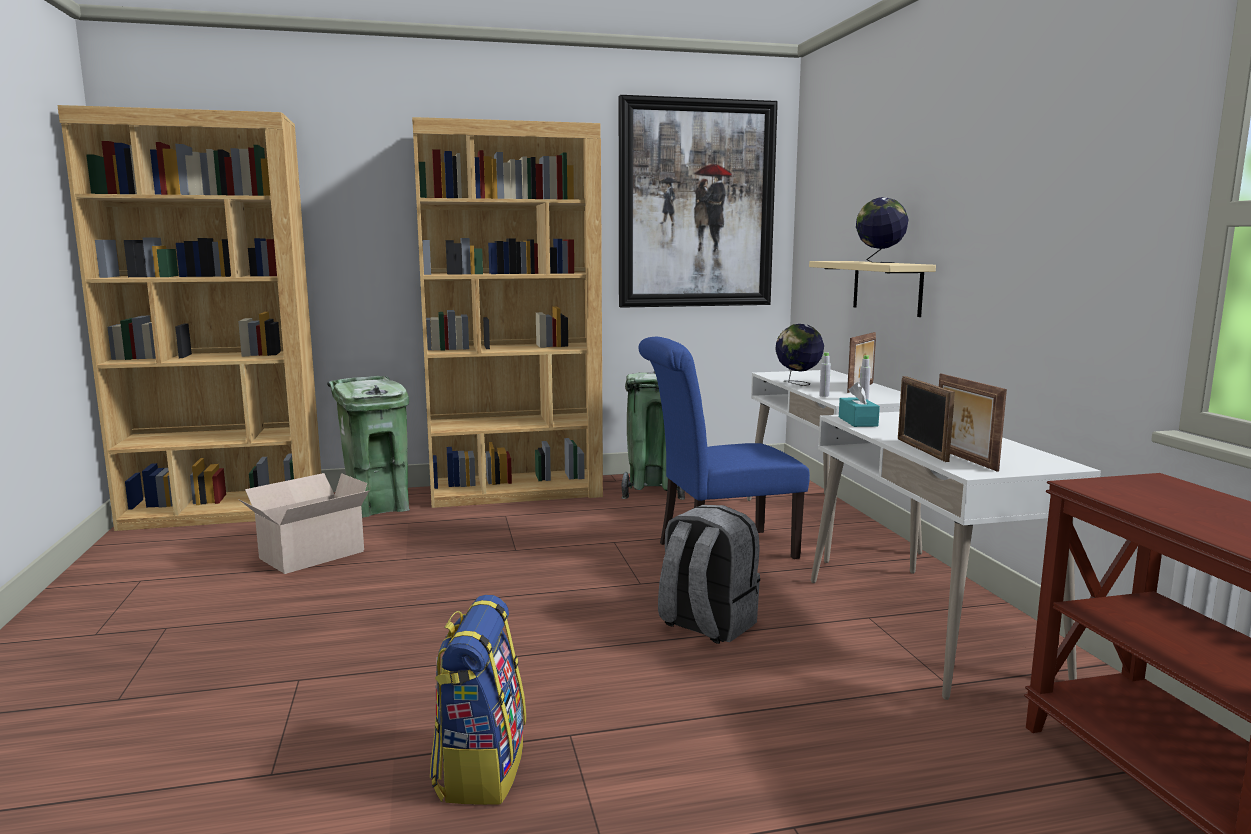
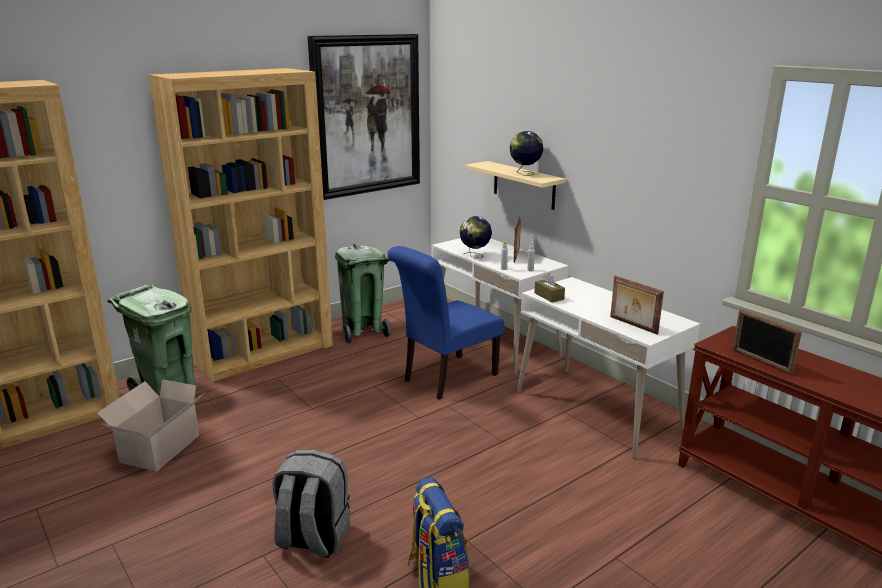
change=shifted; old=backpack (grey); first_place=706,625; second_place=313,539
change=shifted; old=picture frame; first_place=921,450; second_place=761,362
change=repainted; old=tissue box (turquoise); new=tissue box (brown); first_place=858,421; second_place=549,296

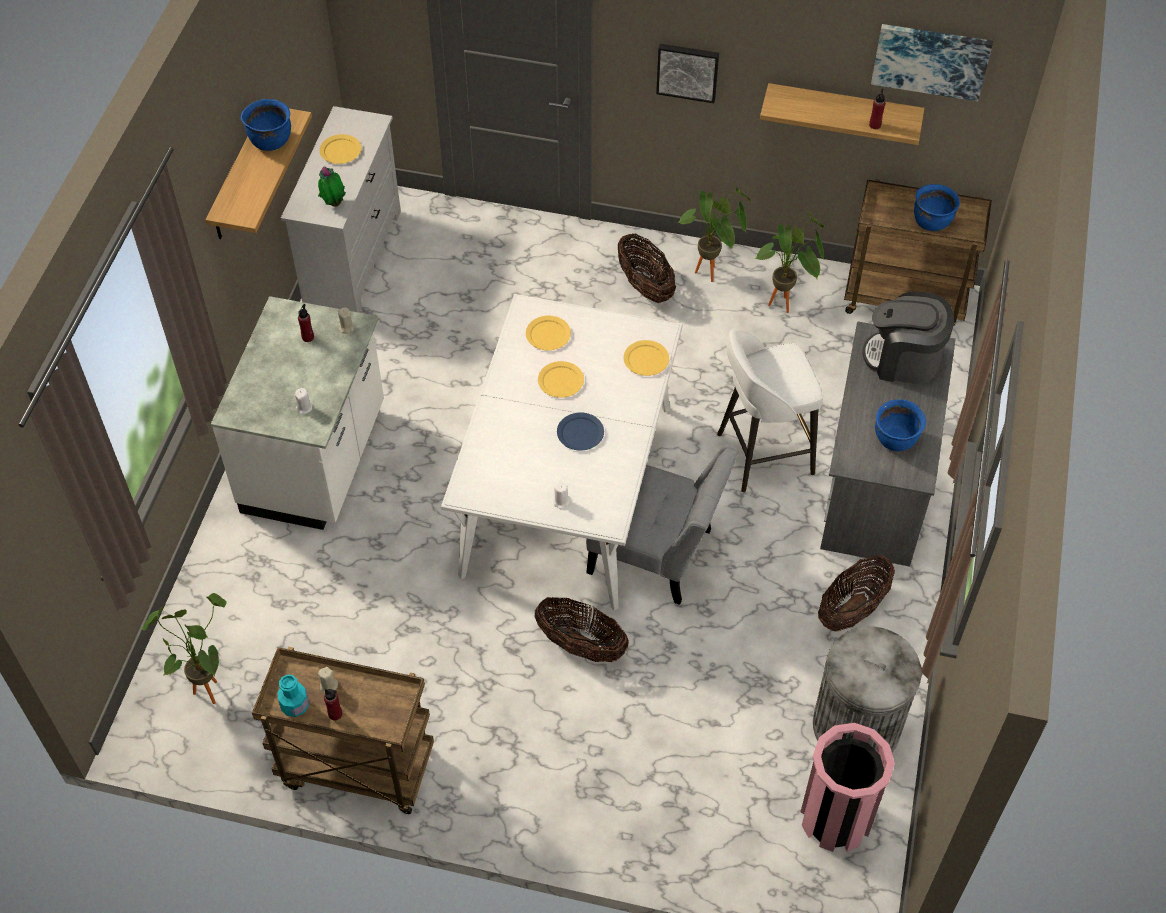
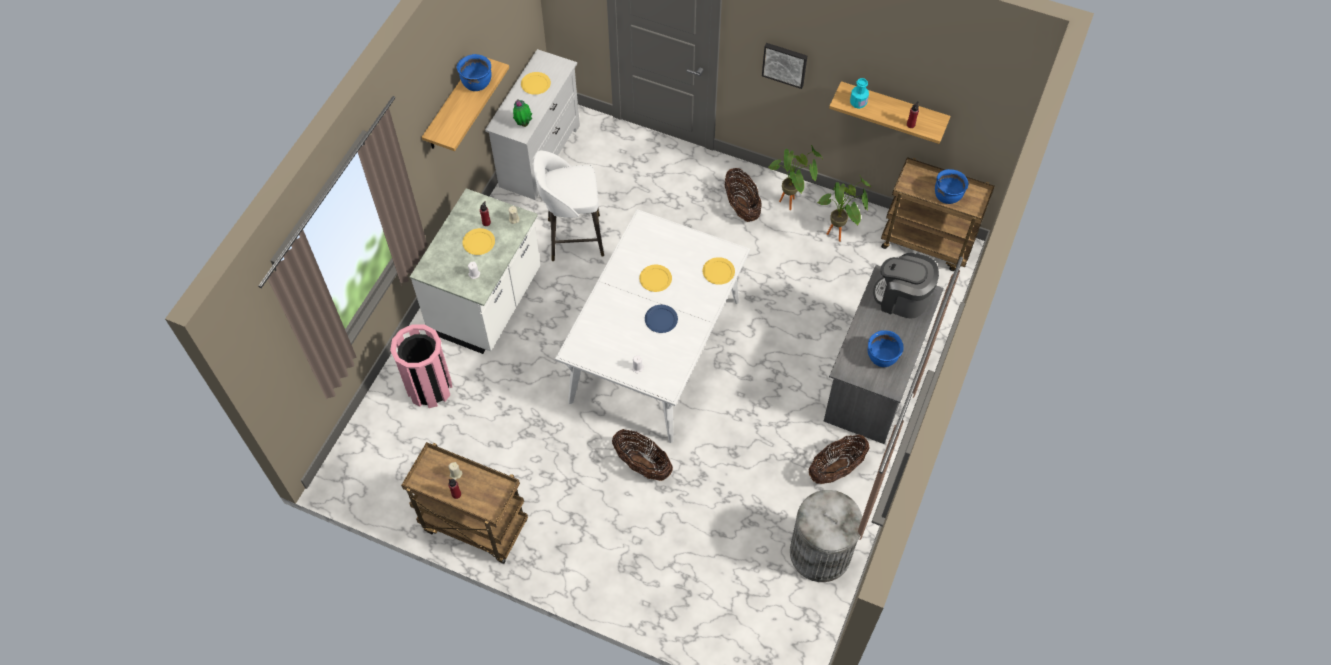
change=gone; old=potted plant; first_place=206,686
change=gone; old=chair (grey); first_place=657,554
change=gone; old=picture; first_place=931,60
change=shifted; old=bottle (turquoise); first_place=295,706; second_place=858,102
change=shifted; old=plate (yellow); first_place=548,335; second_place=479,243
change=shifted; old=stool (white); first_place=762,454; second_place=573,237
change=shifted; old=trash can (pink); first_place=836,818; second_place=430,388

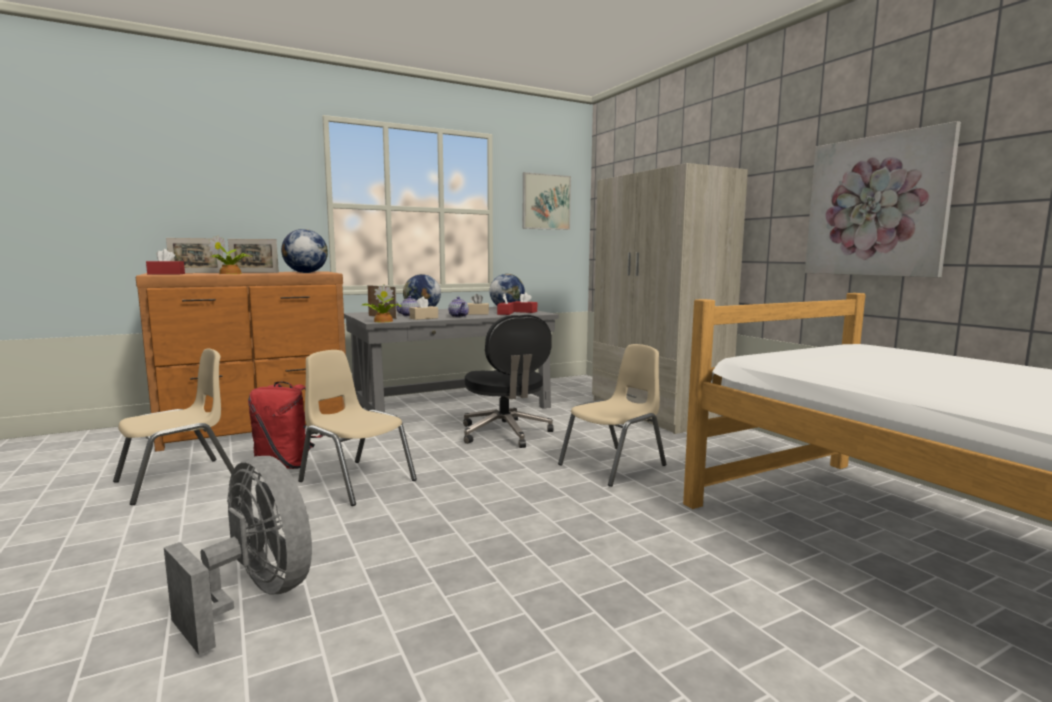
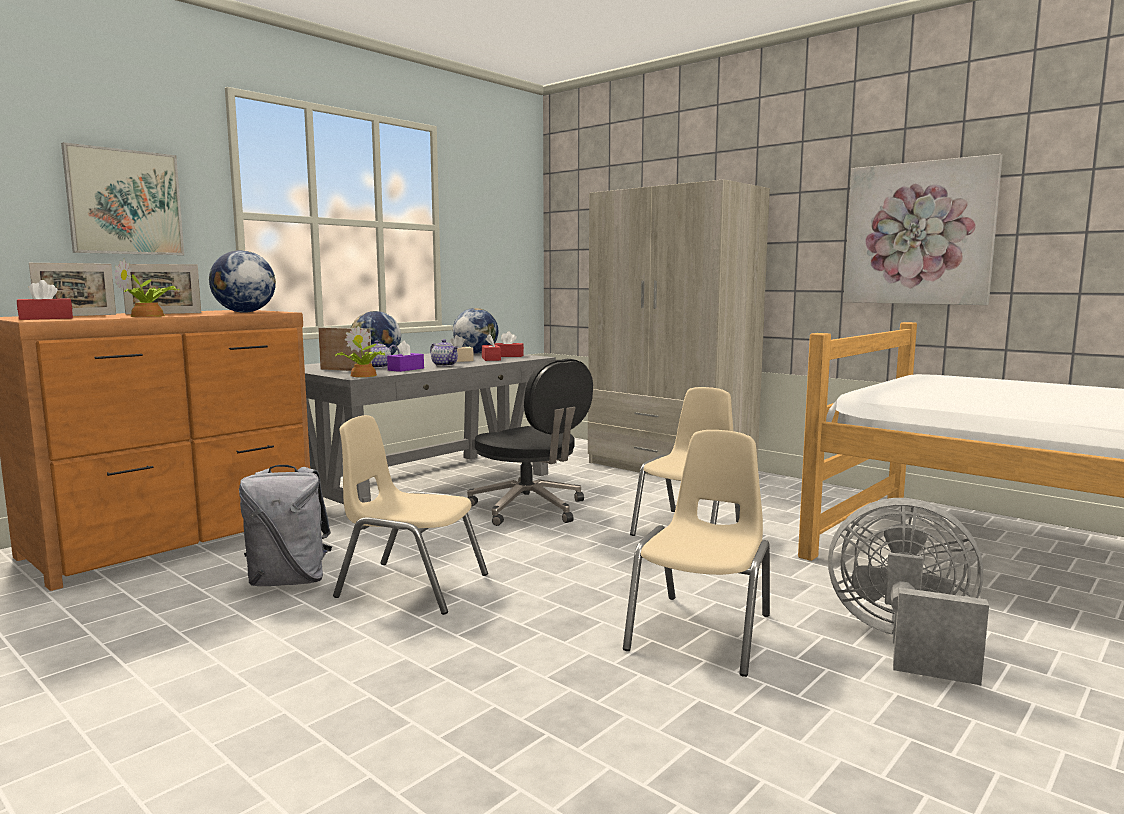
change=shifted; old=chair (beige); first_place=178,480; second_place=702,632
change=shifted; old=fan (grey); first_place=256,596; second_place=904,642
change=shifted; old=picture; first_place=546,202; second_place=125,202
change=repainted; old=backpack (red); new=backpack (grey); first_place=287,465; second_place=289,581
change=repainted; old=tissue box (beige); new=tissue box (purple); first_place=424,318; second_place=406,369

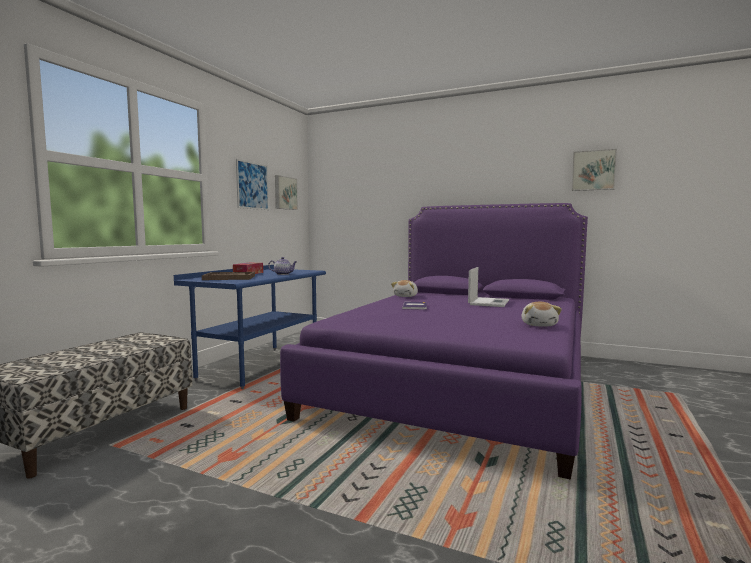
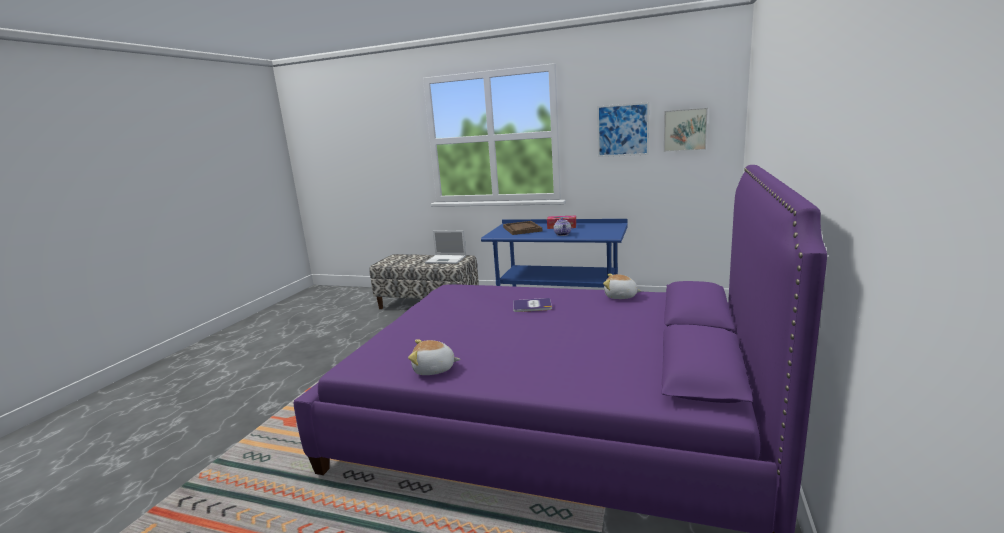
change=gone; old=picture; first_place=593,170
change=shifted; old=laptop; first_place=488,302; second_place=446,259

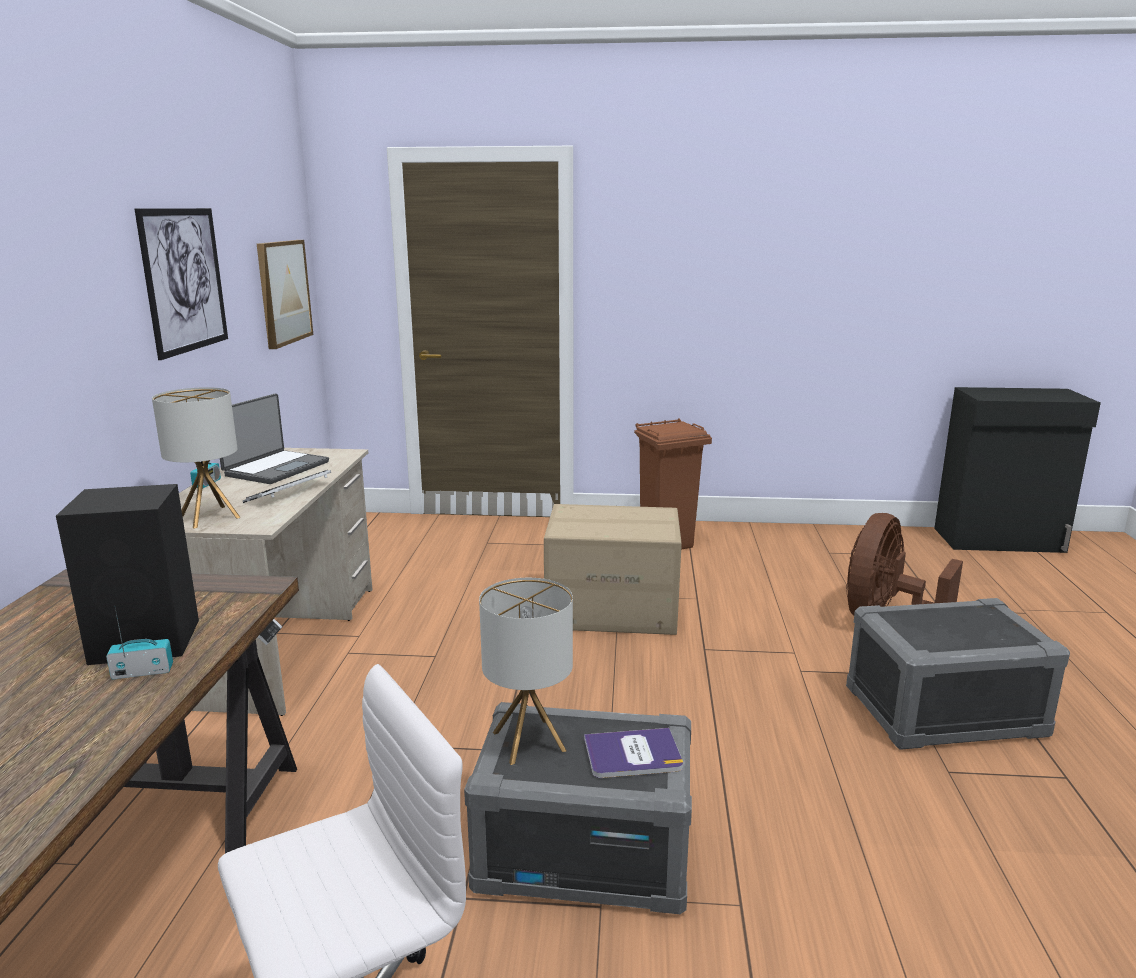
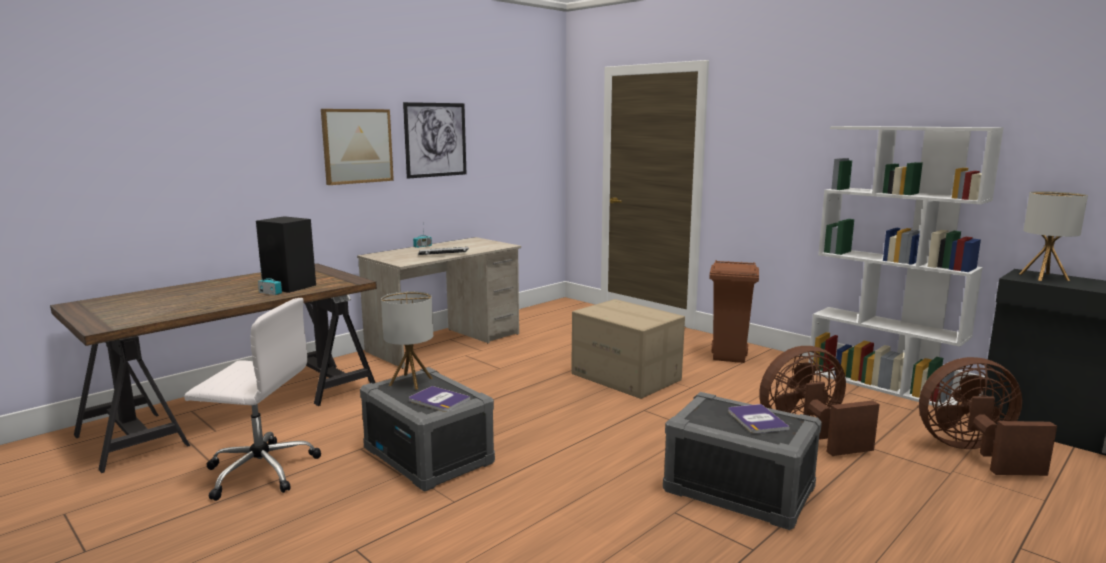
change=gone; old=laptop; first_place=275,468
change=new; new=book; second_place=756,419
change=new; new=bookcase (white); second_place=882,385
change=new; new=fan (brown); second_place=973,453
change=shifted; old=table lamp; first_place=209,517; second_place=1044,277
change=shifted; old=picture; first_place=283,292; second_place=357,146

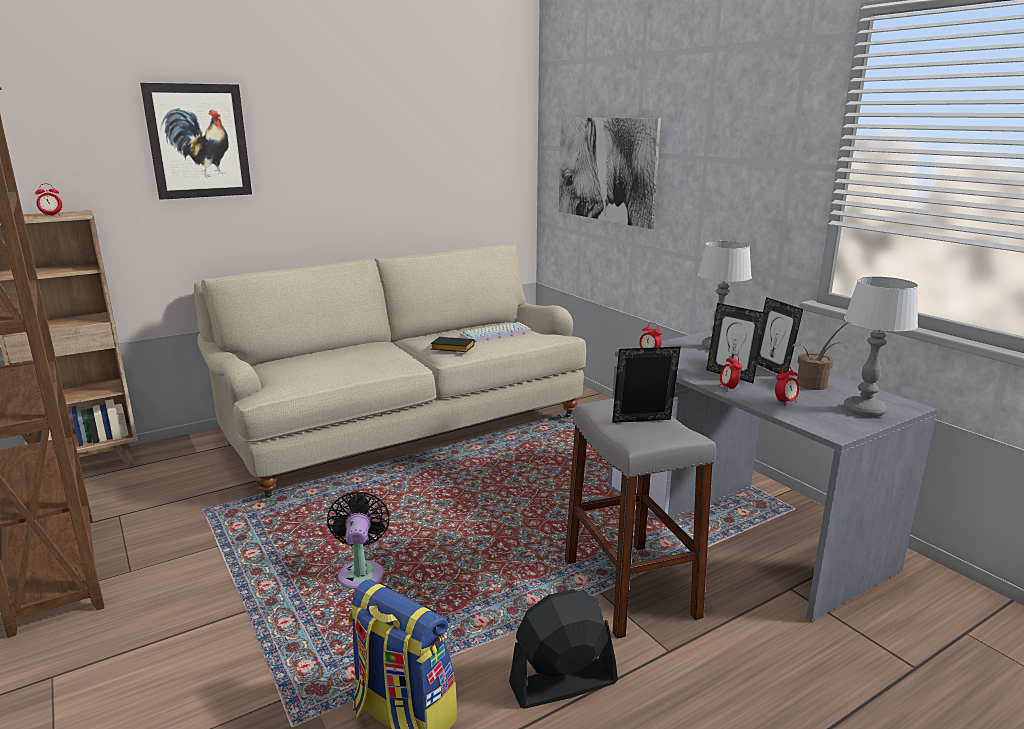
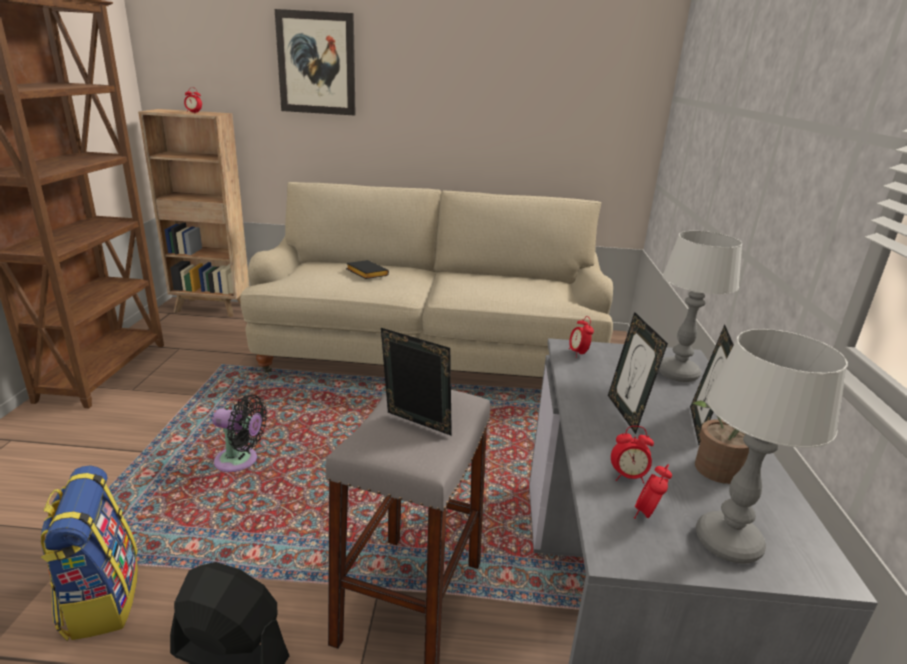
change=gone; old=keyboard; first_place=496,333
change=gone; old=picture; first_place=605,169
change=shifted; old=book (black); first_place=451,349; second_place=365,273
change=shifted; old=alarm clock; first_place=728,388; second_place=647,514
change=rotated; old=fan (black); first_place=361,572; second_place=240,461; degrees=75

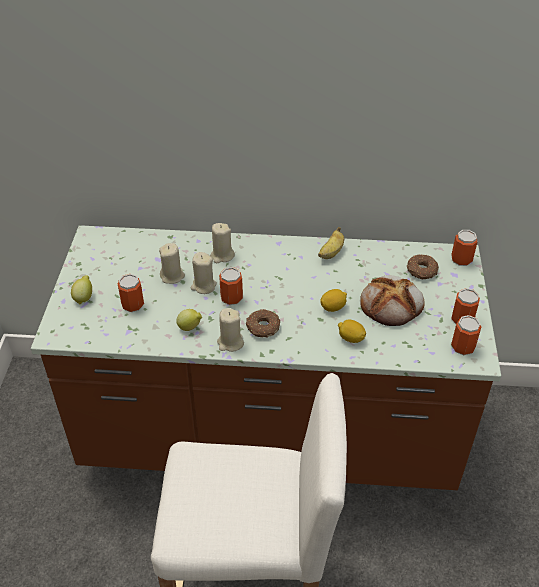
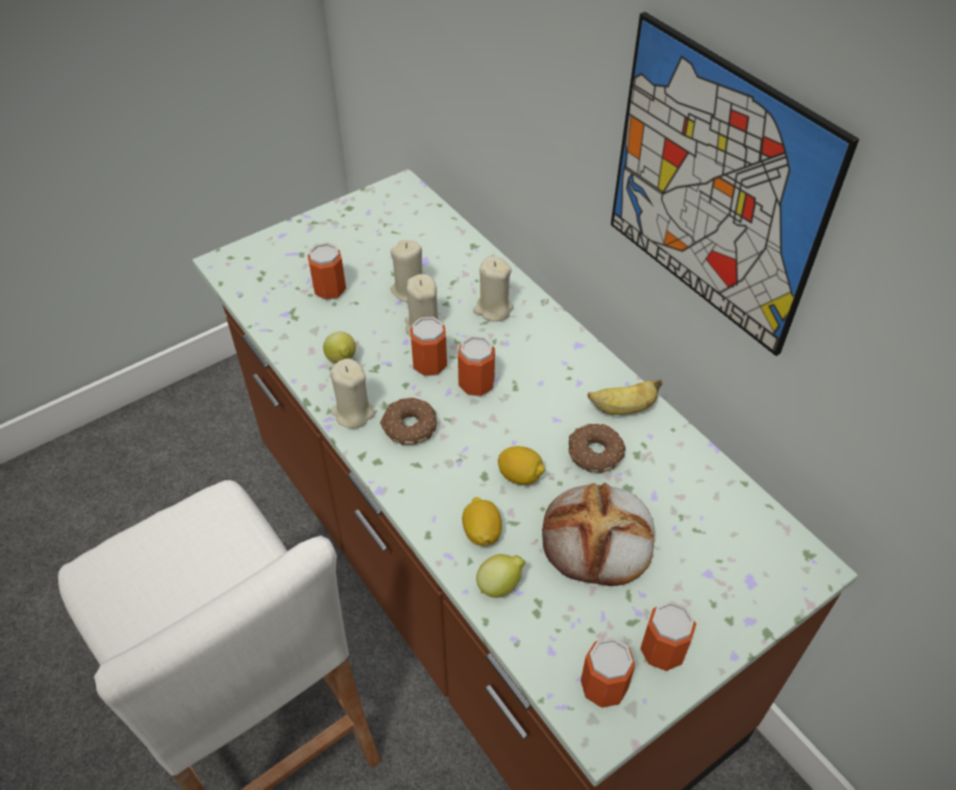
change=new; new=picture; second_place=715,188
change=shifted; old=lemon; first_place=84,297; second_place=500,585
change=shifted; old=donut; first_place=421,271; second_place=594,454
change=shifted; old=can; first_place=461,259; second_place=476,384

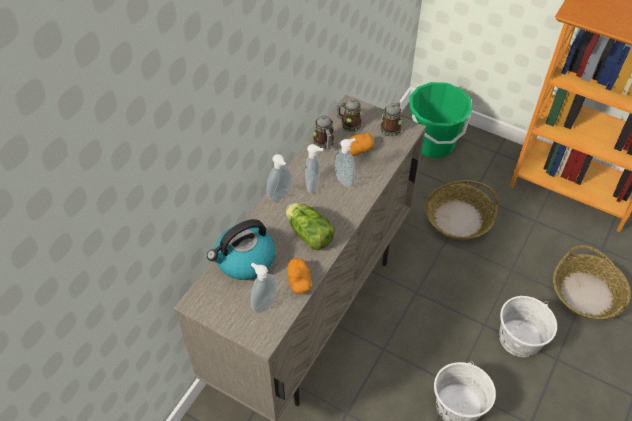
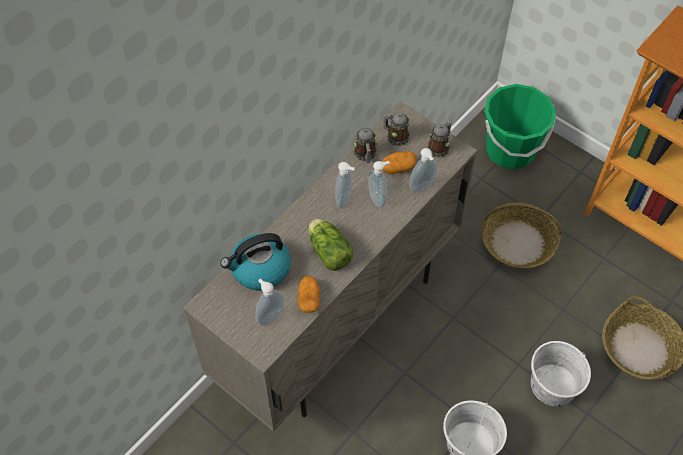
change=shifted; old=soap dispenser; first_place=281,196; second_place=422,187

